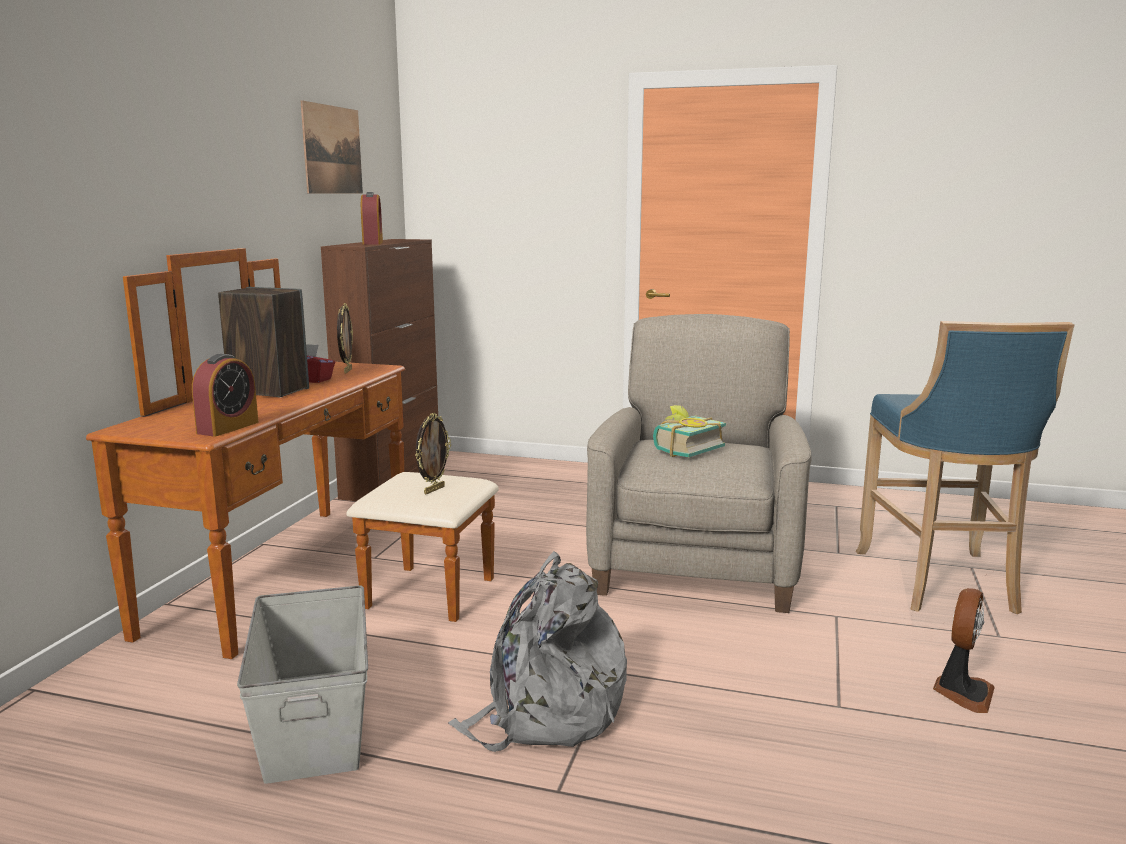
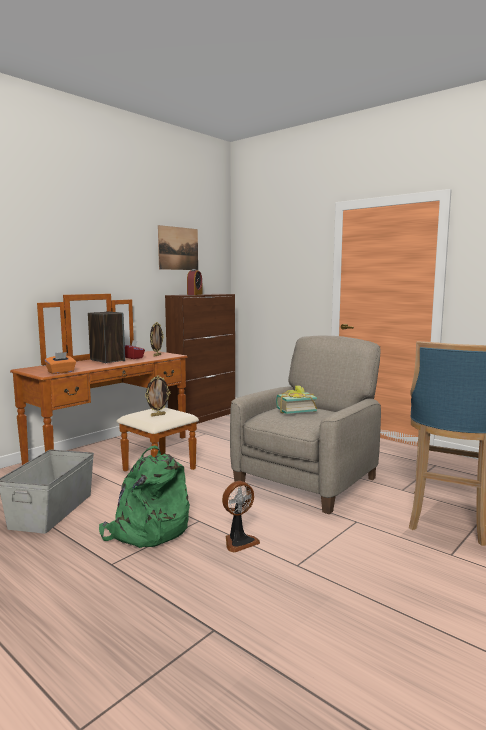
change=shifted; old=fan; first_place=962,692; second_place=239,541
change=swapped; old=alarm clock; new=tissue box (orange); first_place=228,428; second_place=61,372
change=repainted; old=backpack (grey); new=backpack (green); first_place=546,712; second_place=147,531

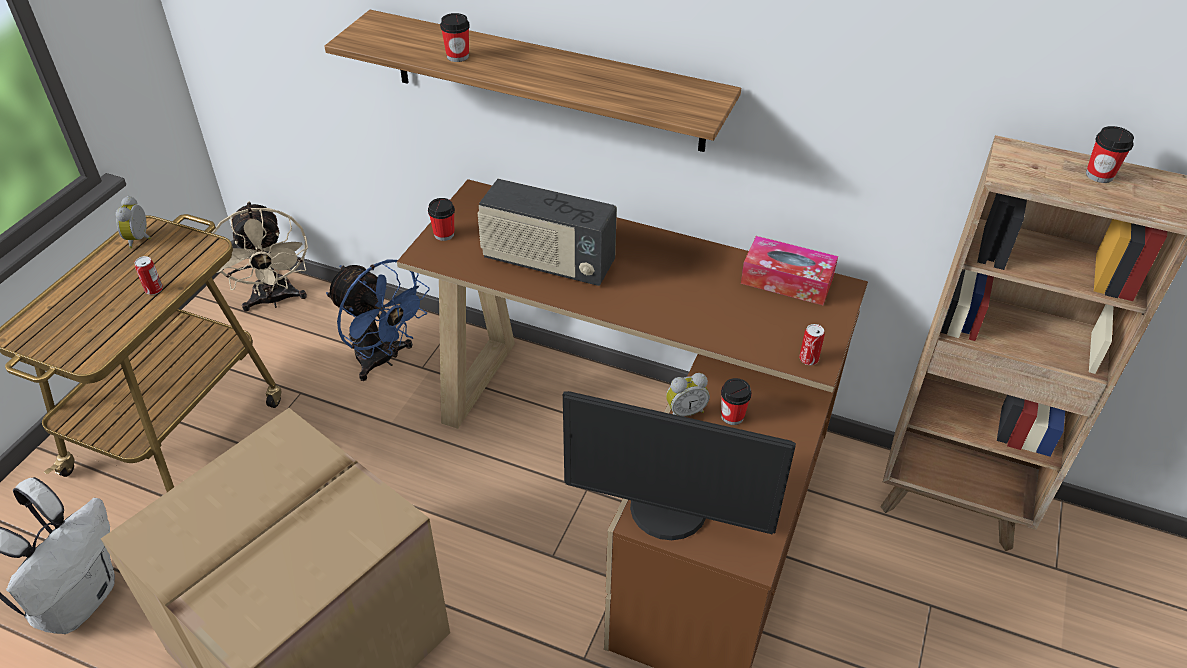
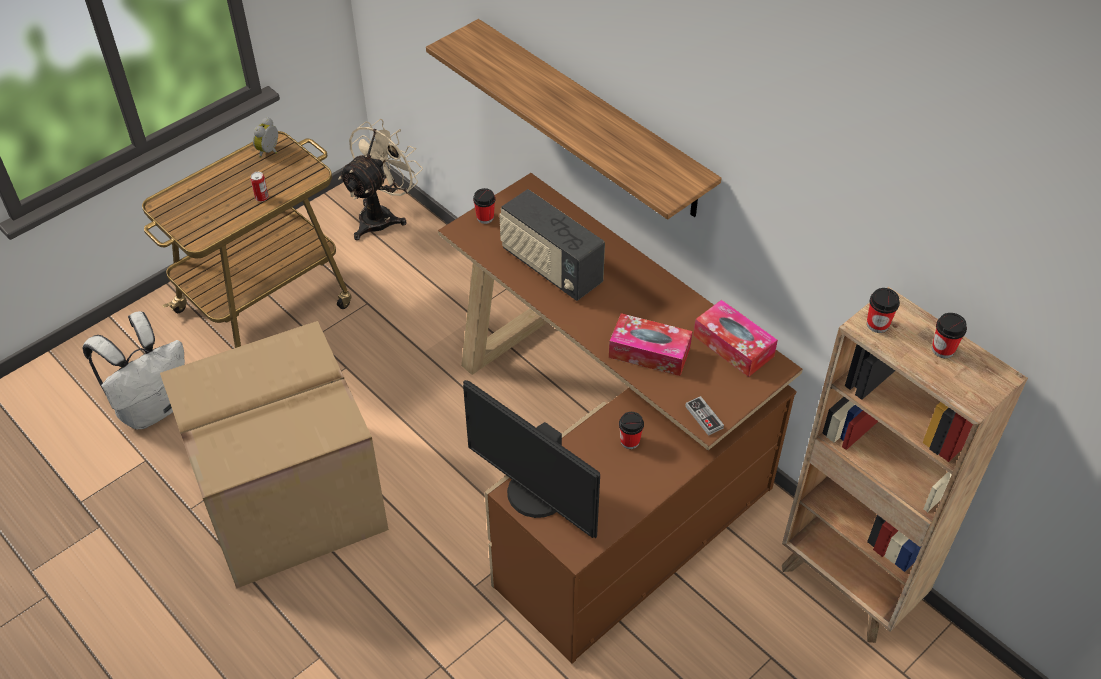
change=gone; old=fan (blue); first_place=383,360
change=gone; old=alarm clock; first_place=685,411
change=new; new=tissue box; second_place=649,352
change=shifted; old=cup; first_place=457,56; second_place=877,324
change=swapped; old=can; new=game controller; first_place=808,359; second_place=704,417
change=rotated; old=fan (beige); first_place=274,300; second_place=382,216; degrees=-150

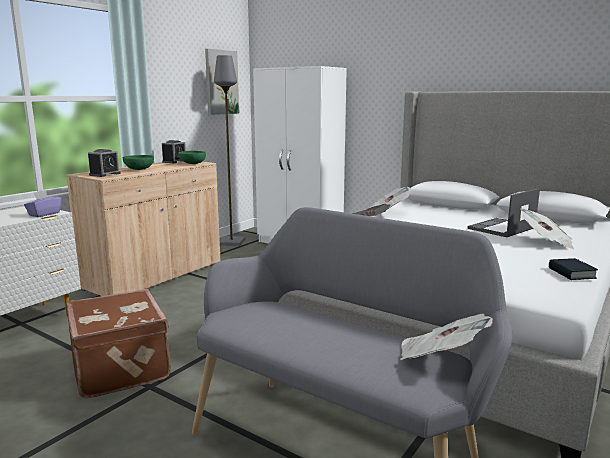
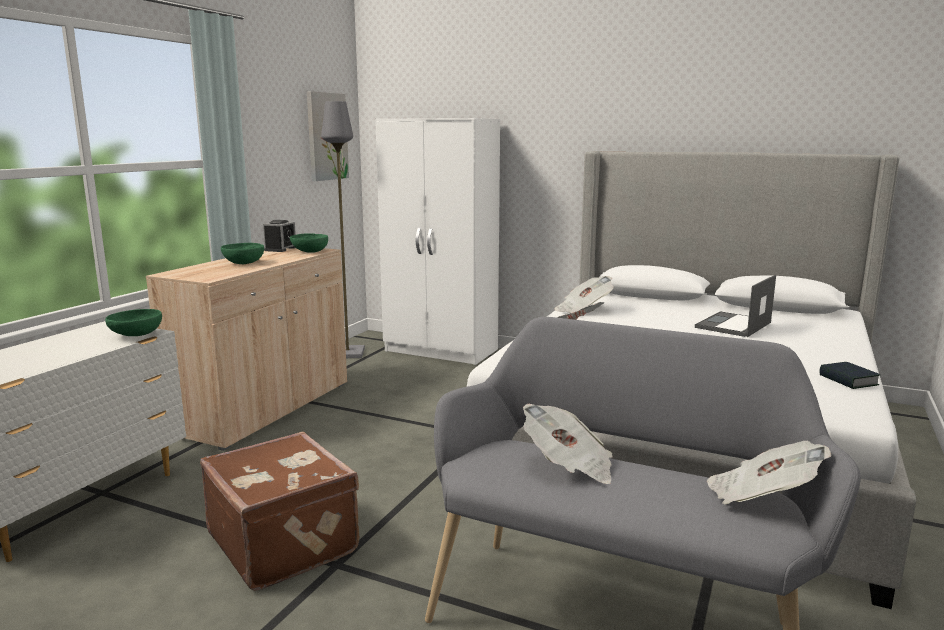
change=gone; old=alarm clock; first_place=105,174
change=shifted; old=newspaper; first_place=546,242; second_place=569,466
change=swapped; old=tissue box (purple); new=bowl (green); first_place=44,214; second_place=136,335

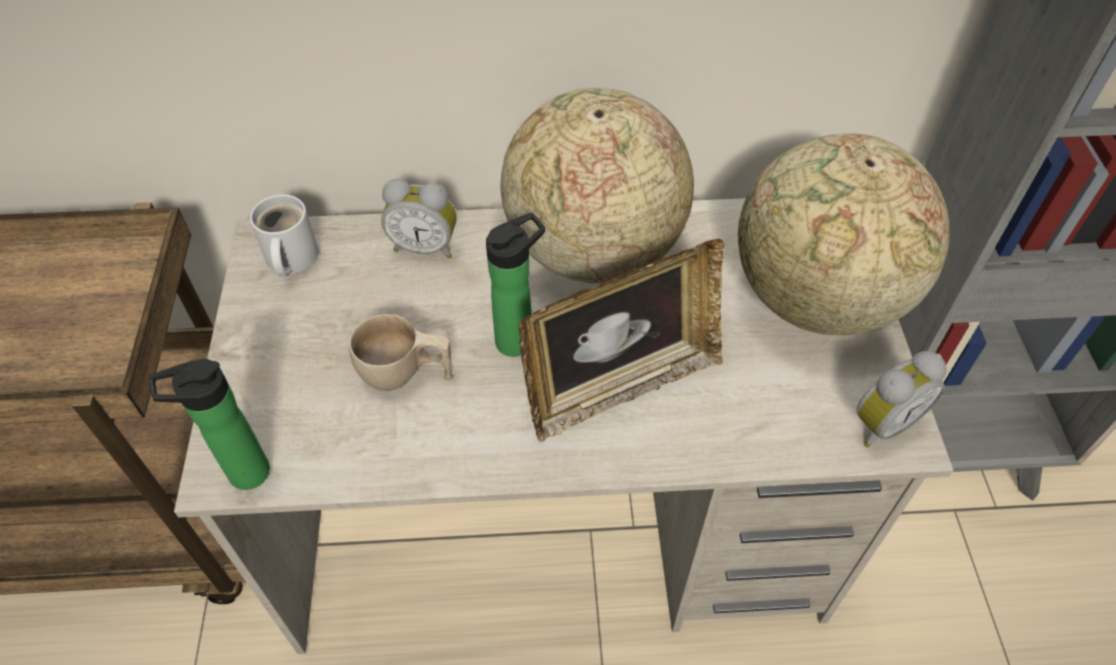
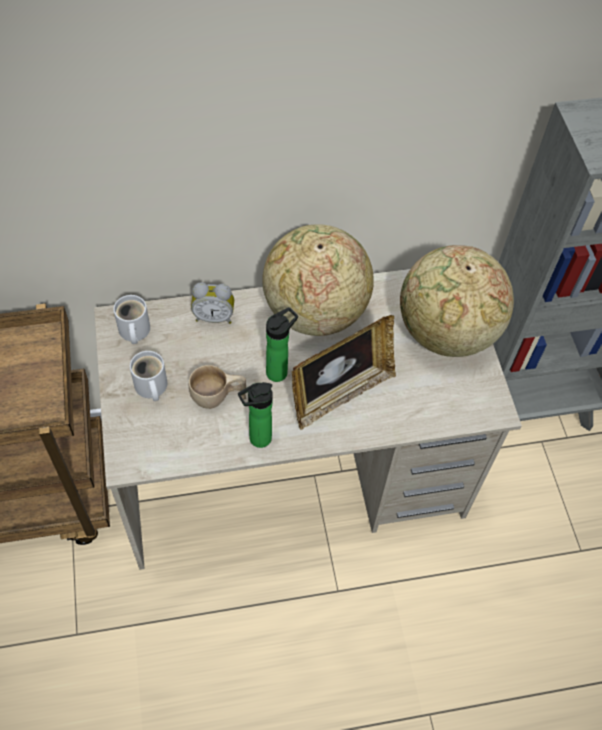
change=gone; old=alarm clock; first_place=881,422
change=new; new=mug (white); second_place=150,387
change=shifted; old=bottle; first_place=242,474; second_place=257,439

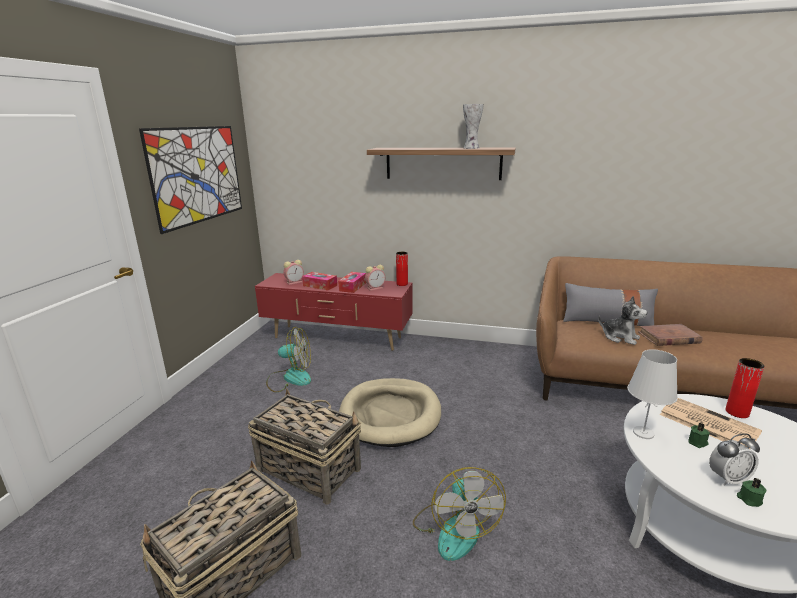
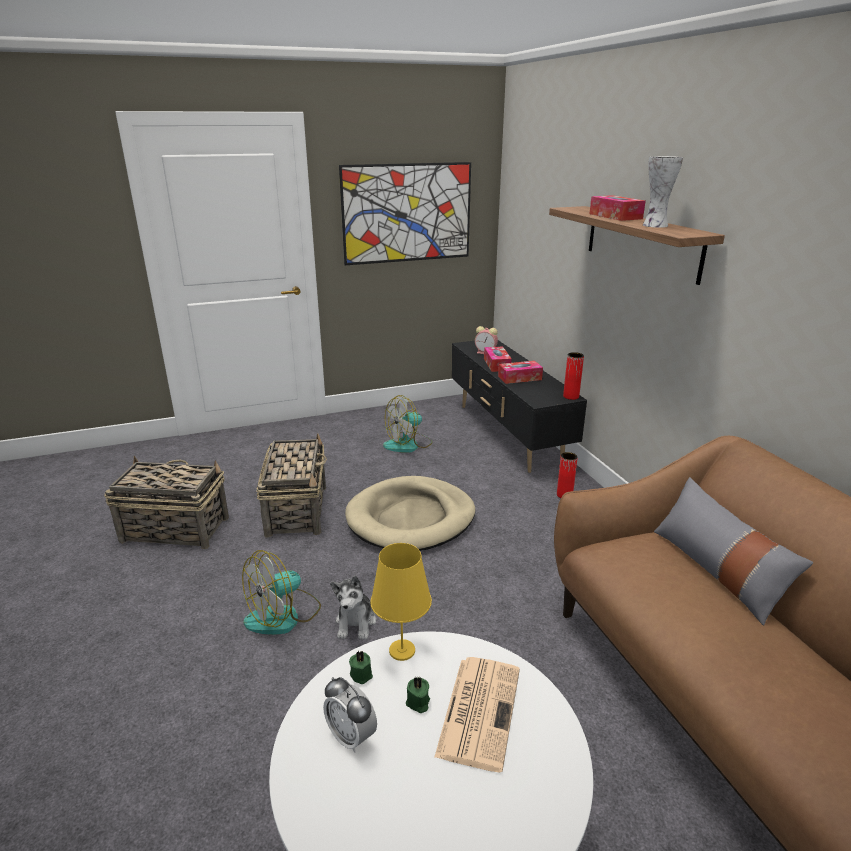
change=gone; old=alarm clock; first_place=376,288
change=gone; old=book (brown); first_place=668,338
change=new; new=tissue box; second_place=615,216
change=shifted; old=plush toy; first_place=620,337; second_place=356,622
change=shifted; old=vase (red); first_place=737,412; second_place=564,495
change=shifted; old=candle (green); first_place=749,499; second_place=361,674
change=repainted; old=tv stand (red); new=tv stand (black); first_place=337,338; second_place=507,434
change=repainted; old=table lamp (white); new=table lamp (yellow); first_place=643,433; second_place=401,650
change=rotated; old=fan; first_place=290,378; second_place=408,444; degrees=90

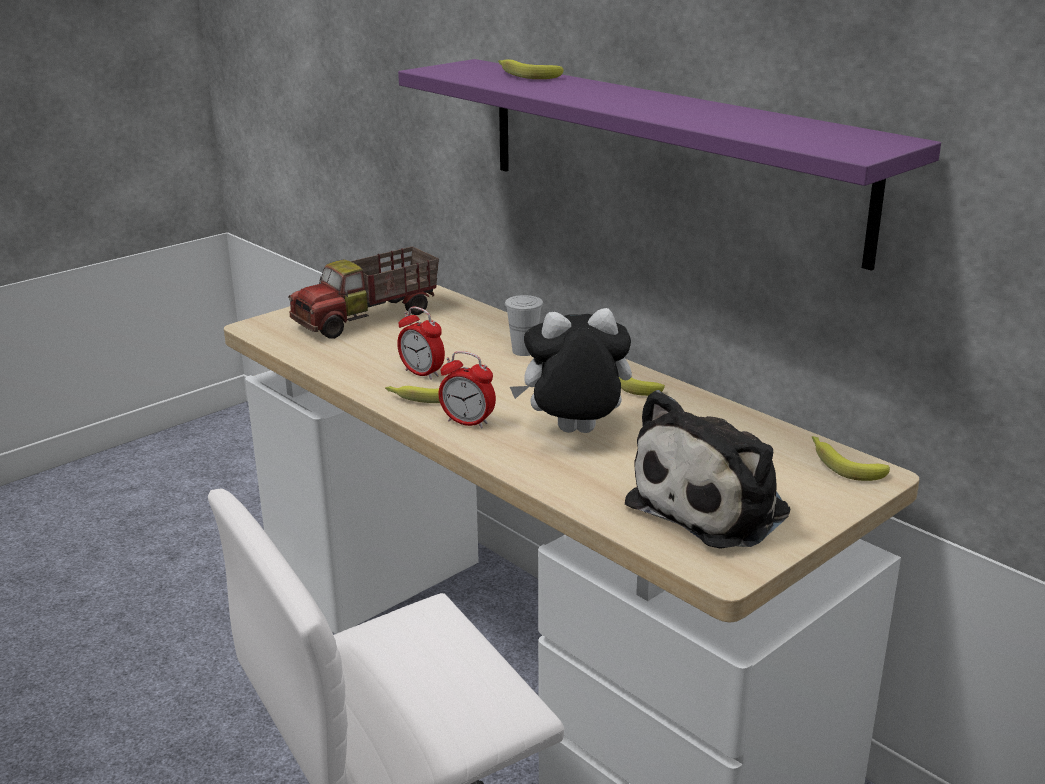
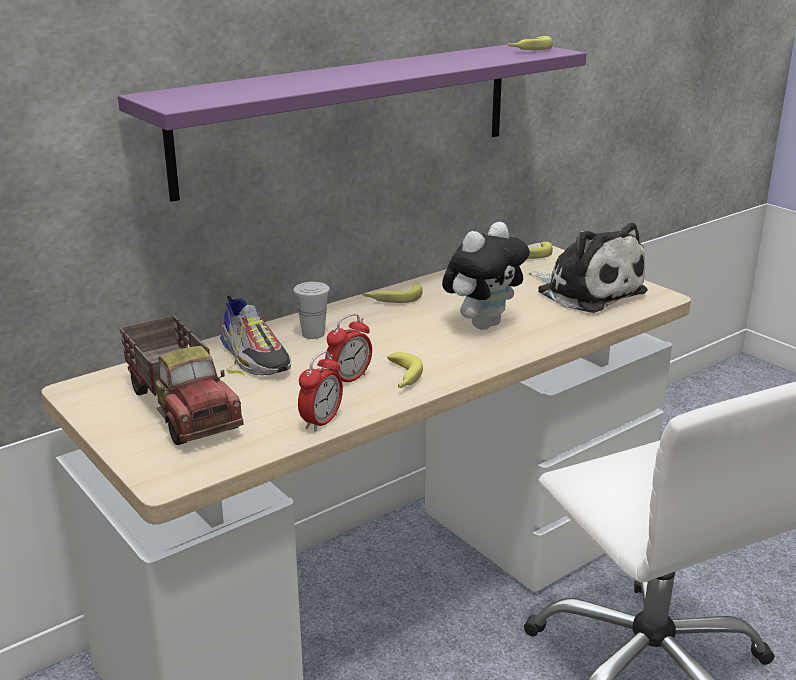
change=new; new=shoe; second_place=255,356
change=shifted; old=alarm clock; first_place=468,422; second_place=321,421
change=shifted; old=banana; first_place=526,75; second_place=528,50
change=rotated; old=plush toy; first_place=574,434; second_place=483,324; degrees=-135

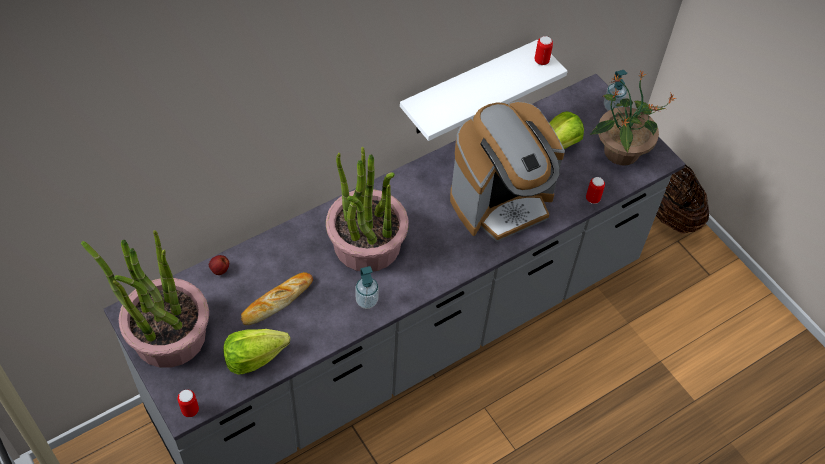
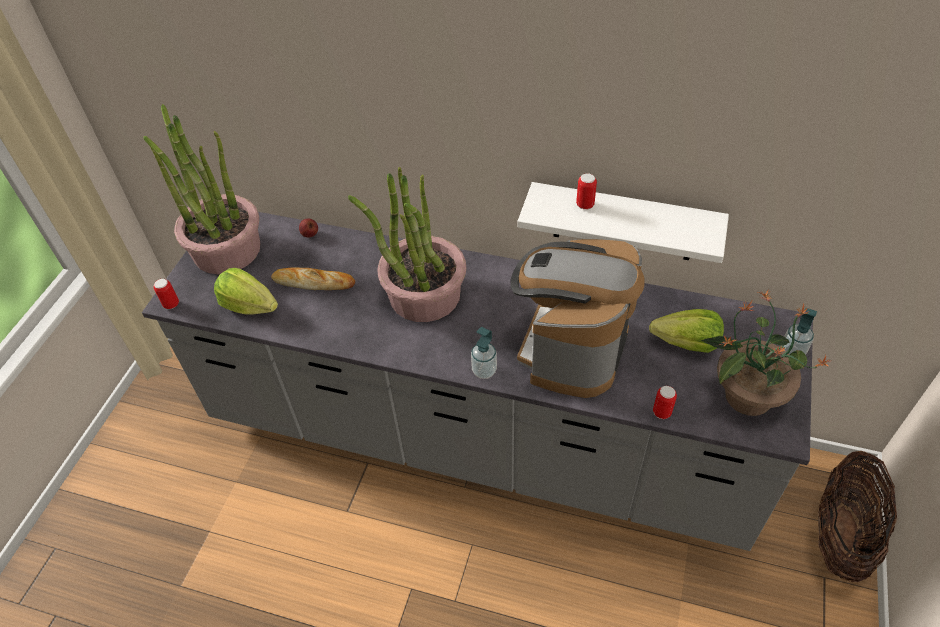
change=shifted; old=soap dispenser; first_place=366,301; second_place=484,371
change=shifted; old=can; first_place=541,61; second_place=585,205
change=rotated; old=coffee machine; first_place=502,202; second_place=572,349; degrees=90

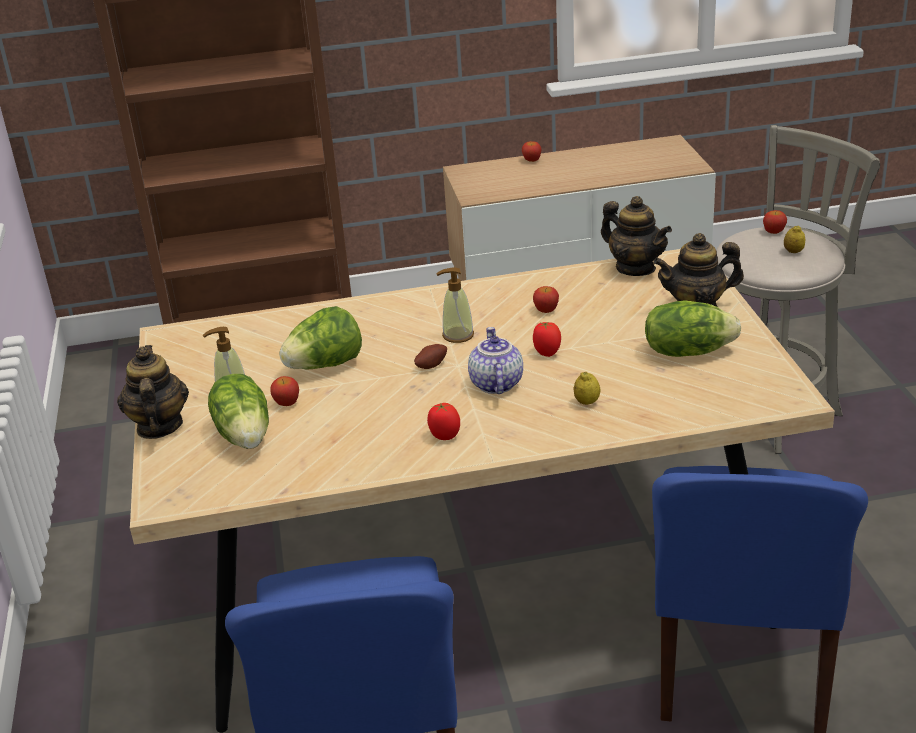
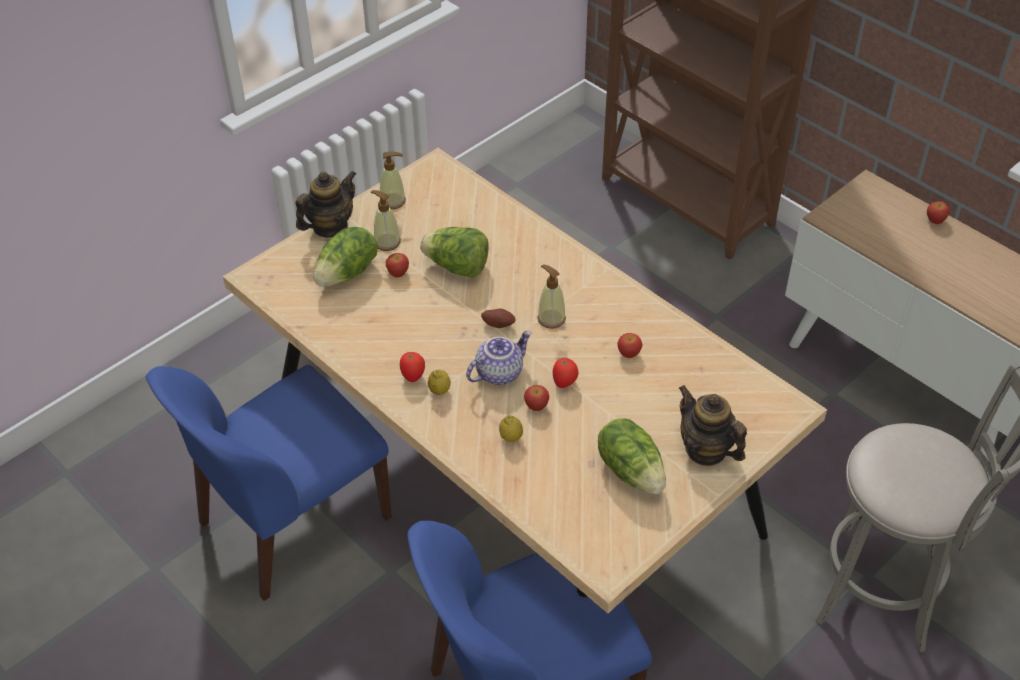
change=gone; old=teapot; first_place=635,268
change=new; new=soap dispenser; second_place=393,201
change=shifted; old=apple; first_place=774,231; second_place=536,406
change=shifted; old=lemon; first_place=793,251; second_place=439,390

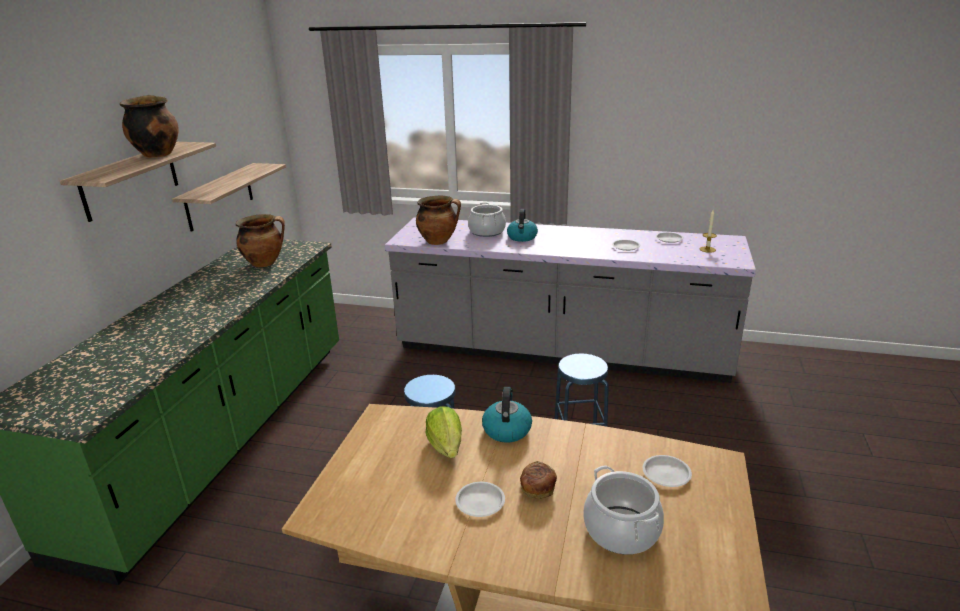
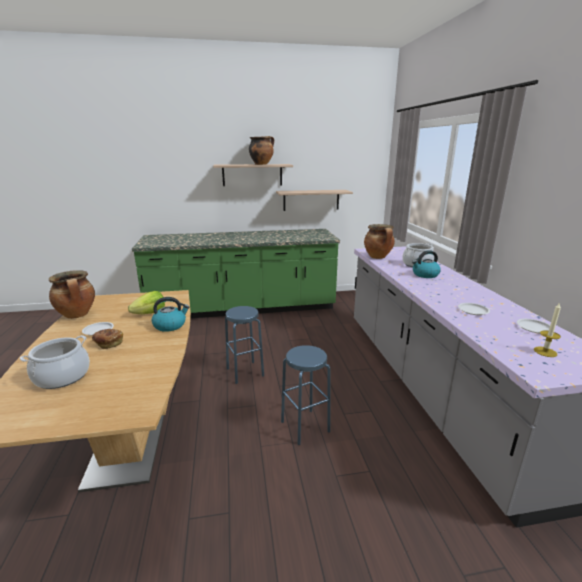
change=gone; old=plate (white); first_place=666,474
change=shifted; old=cooking pot; first_place=265,263; second_place=77,315

